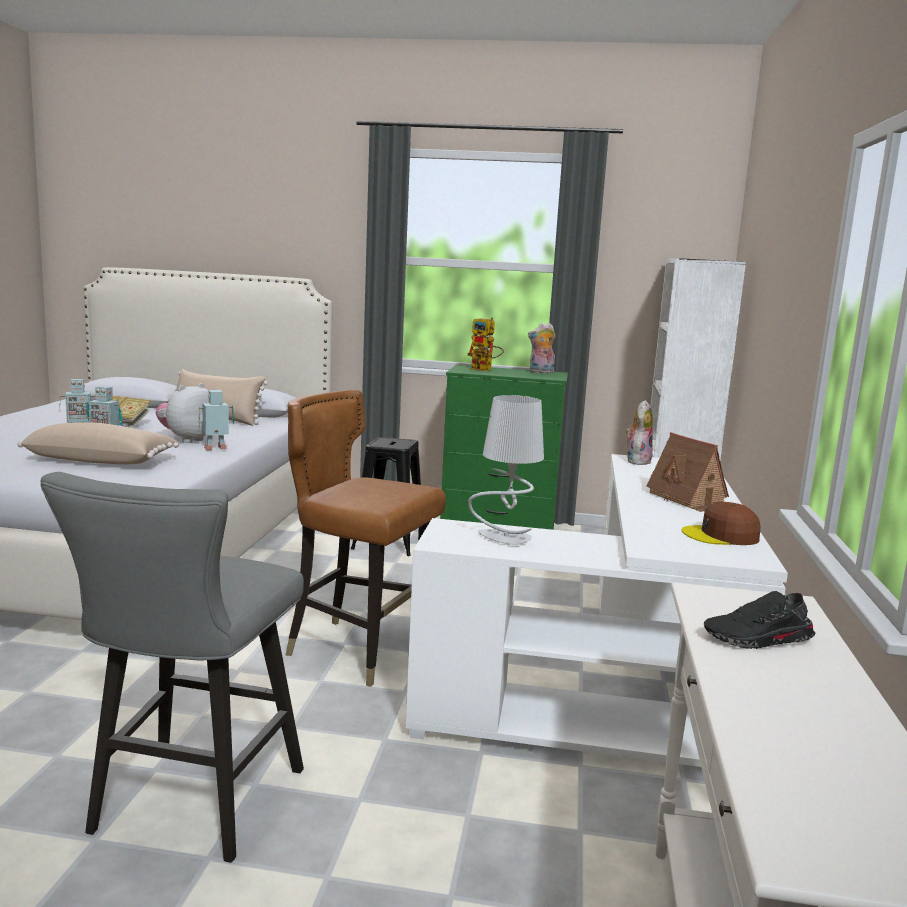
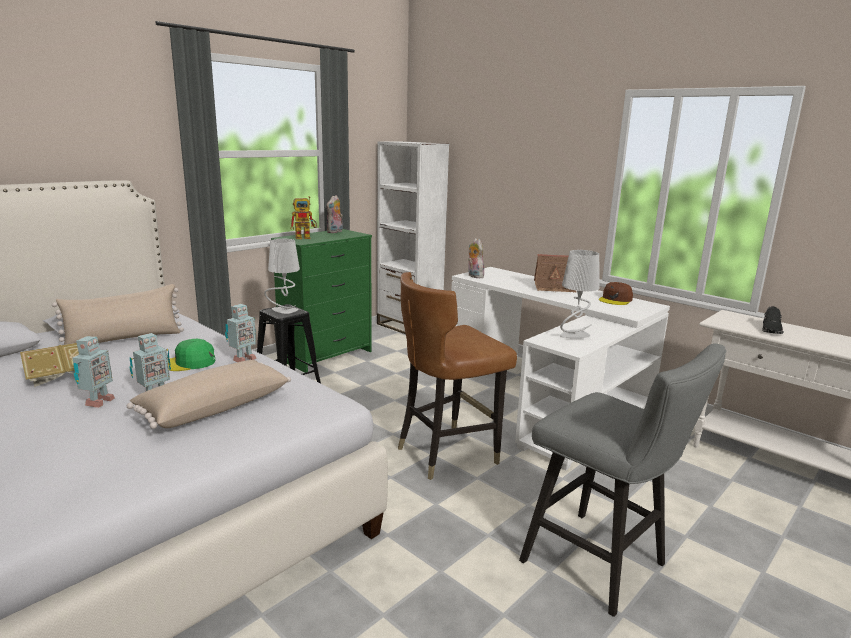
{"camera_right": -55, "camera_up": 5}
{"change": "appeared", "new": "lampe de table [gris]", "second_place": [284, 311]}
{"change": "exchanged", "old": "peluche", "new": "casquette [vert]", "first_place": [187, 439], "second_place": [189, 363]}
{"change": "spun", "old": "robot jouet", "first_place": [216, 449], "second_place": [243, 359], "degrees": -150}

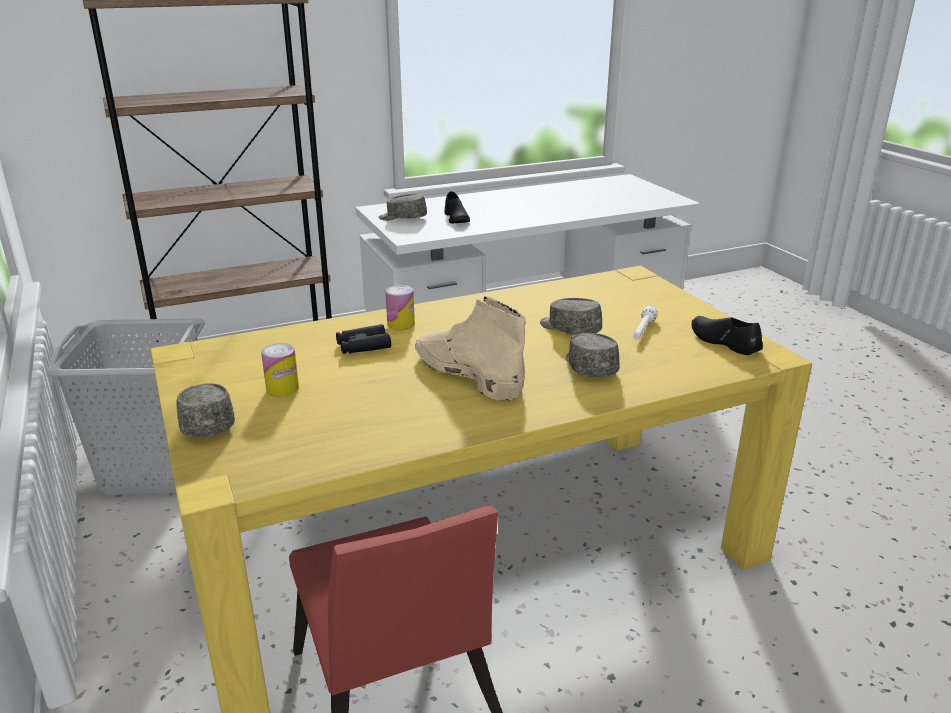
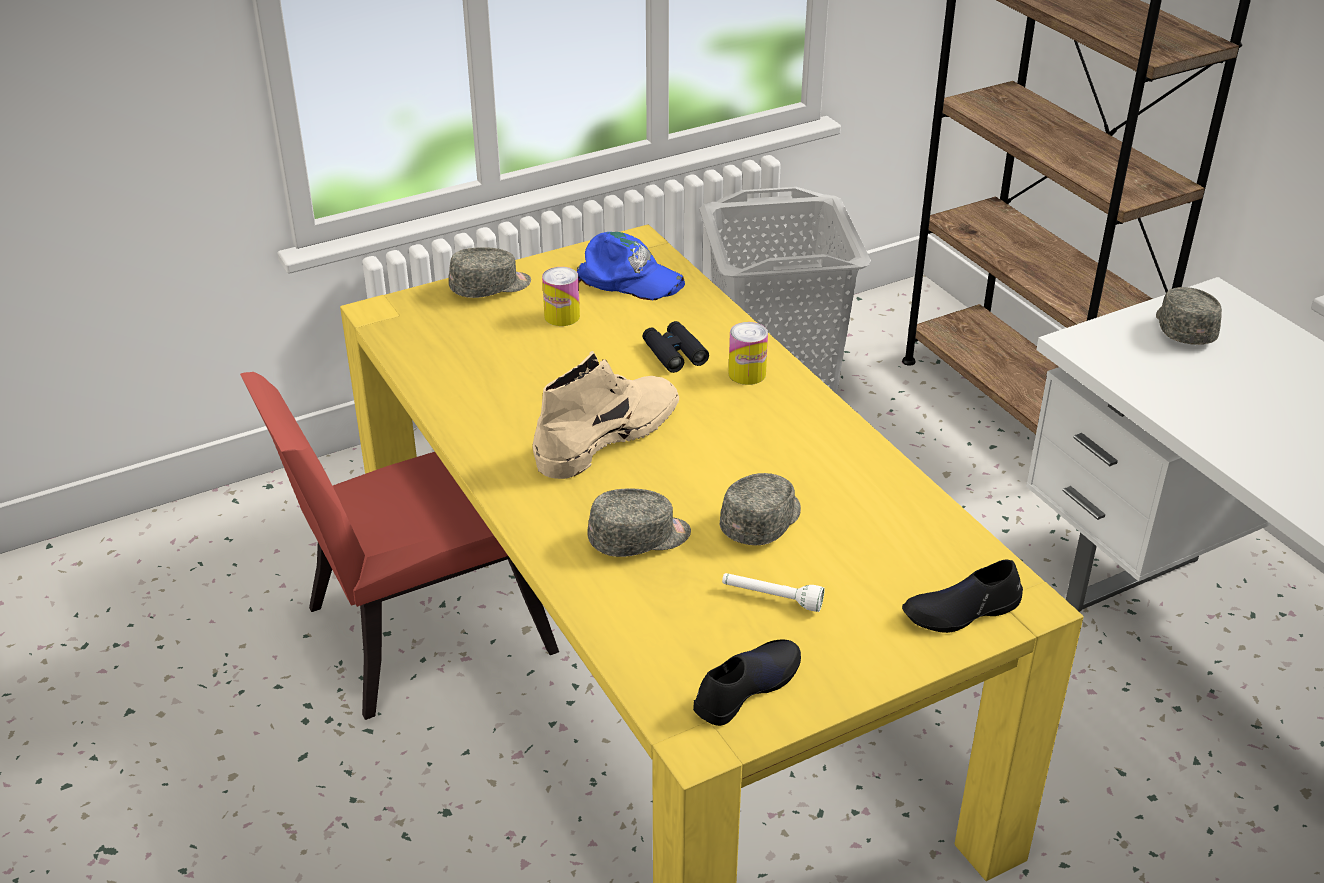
{"camera_right": 85, "camera_up": 10}
{"change": "appeared", "new": "casquette [bleu]", "second_place": [628, 279]}
{"change": "relocated", "old": "chaussure [noir]", "first_place": [456, 218], "second_place": [961, 611]}

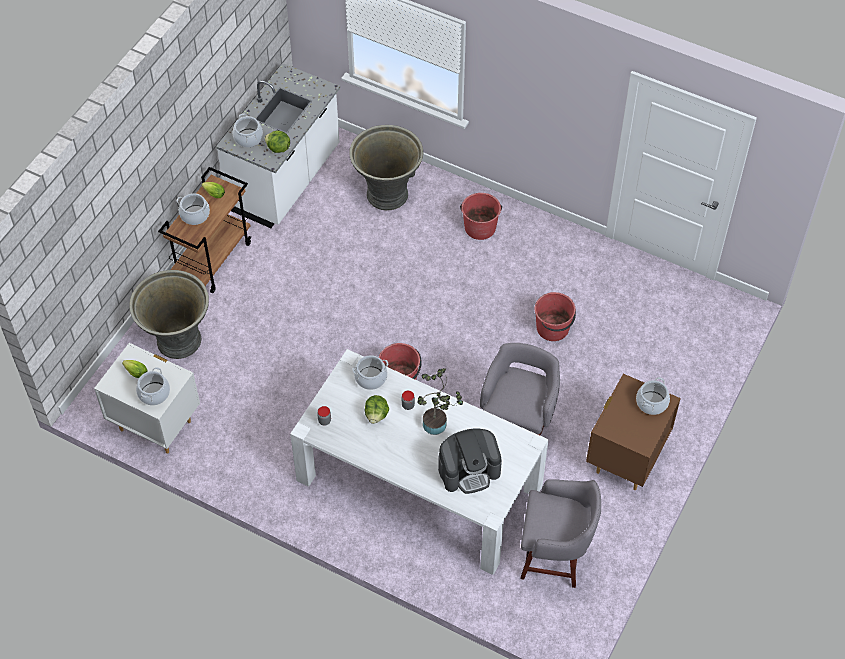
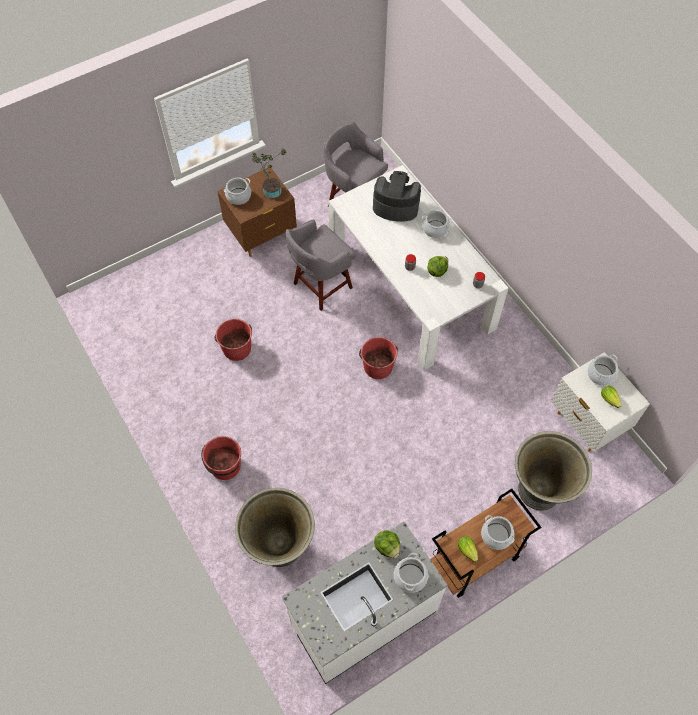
{"camera_right": -150, "camera_up": 5}
{"change": "relocated", "old": "marmite", "first_place": [370, 378], "second_place": [435, 229]}
{"change": "relocated", "old": "plante en pot", "first_place": [437, 424], "second_place": [270, 190]}

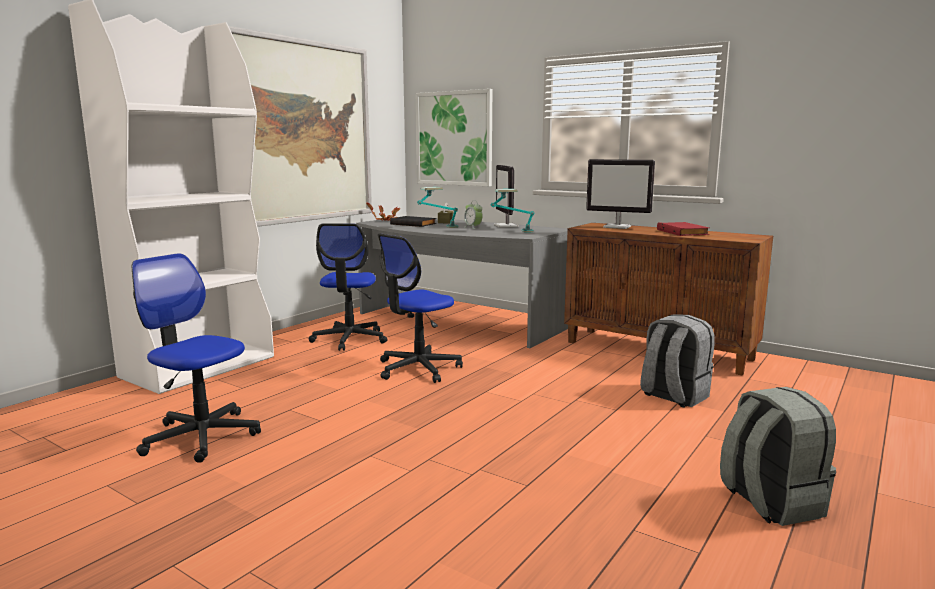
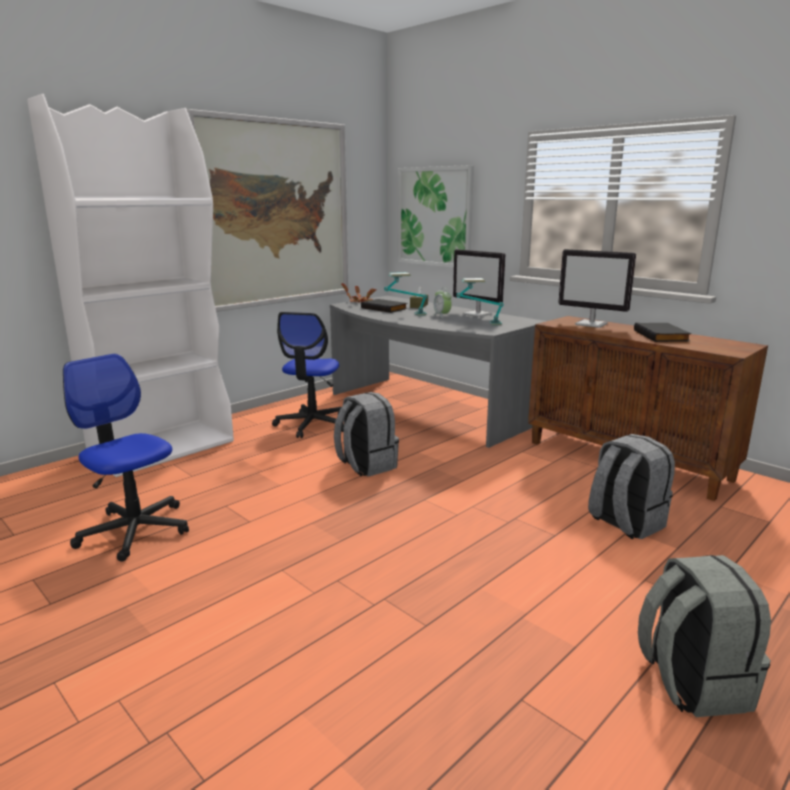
{"camera_right": 10, "camera_up": 5}
{"change": "exchanged", "old": "chaise de bureau", "new": "sac à dos [gris]", "first_place": [418, 368], "second_place": [365, 465]}
{"change": "colour", "old": "livre [rouge]", "new": "livre [noir]", "first_place": [683, 232], "second_place": [662, 336]}
{"change": "spun", "old": "écran d'ordinateur", "first_place": [506, 226], "second_place": [478, 314], "degrees": -45}

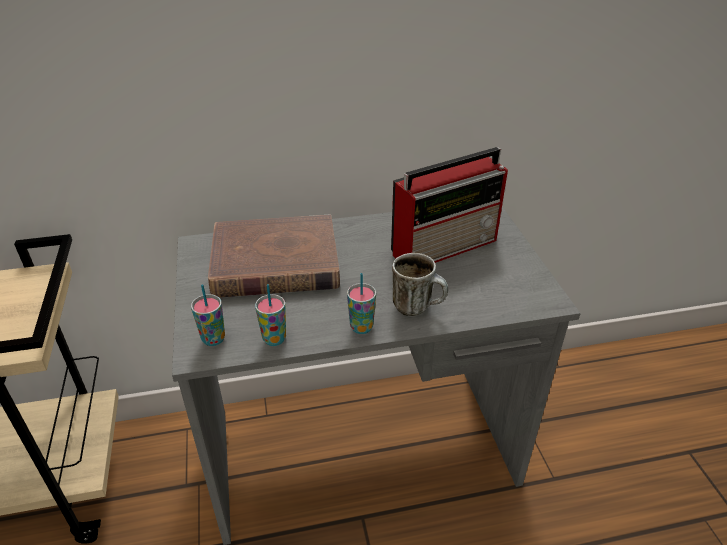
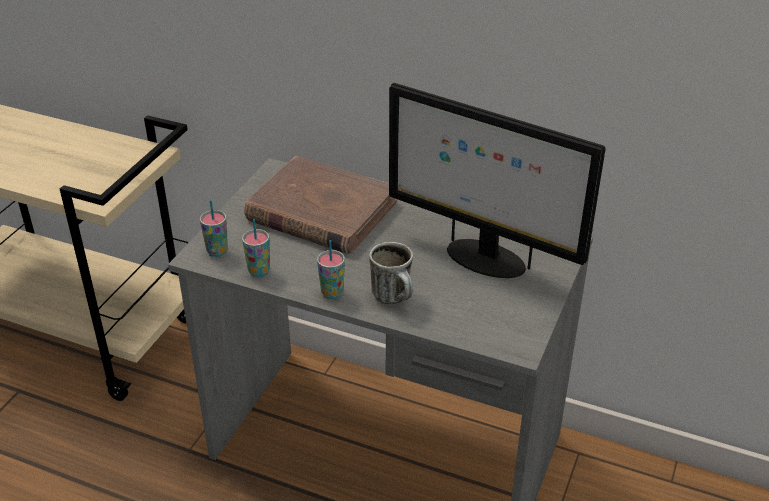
{"camera_right": 35, "camera_up": 0}
{"change": "exchanged", "old": "radio", "new": "écran d'ordinateur", "first_place": [446, 246], "second_place": [483, 259]}

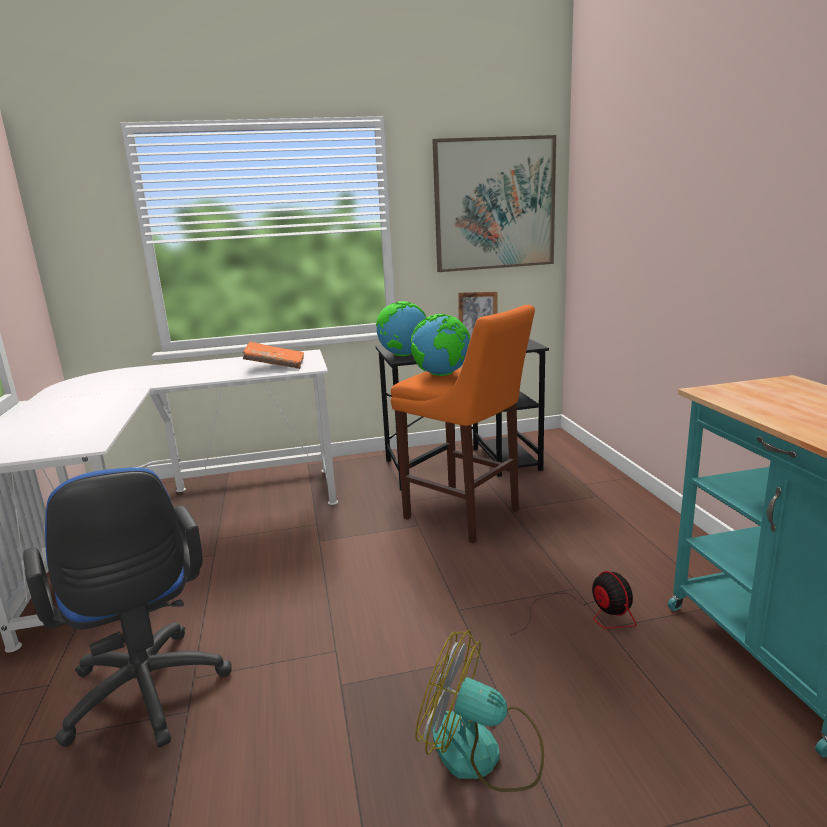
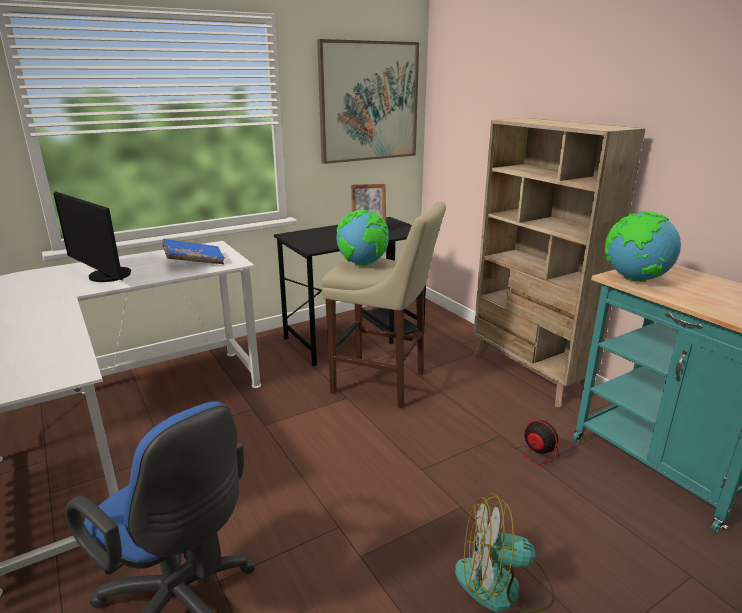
{"camera_right": -20, "camera_up": 5}
{"change": "appeared", "new": "écran d'ordinateur", "second_place": [105, 276]}
{"change": "appeared", "new": "bibliothèque [beige]", "second_place": [529, 374]}
{"change": "relocated", "old": "globe", "first_place": [403, 355], "second_place": [634, 279]}
{"change": "colour", "old": "livre [orange]", "new": "livre [bleu]", "first_place": [275, 366], "second_place": [194, 262]}
{"change": "colour", "old": "tabouret [orange]", "new": "tabouret [beige]", "first_place": [466, 516], "second_place": [383, 384]}

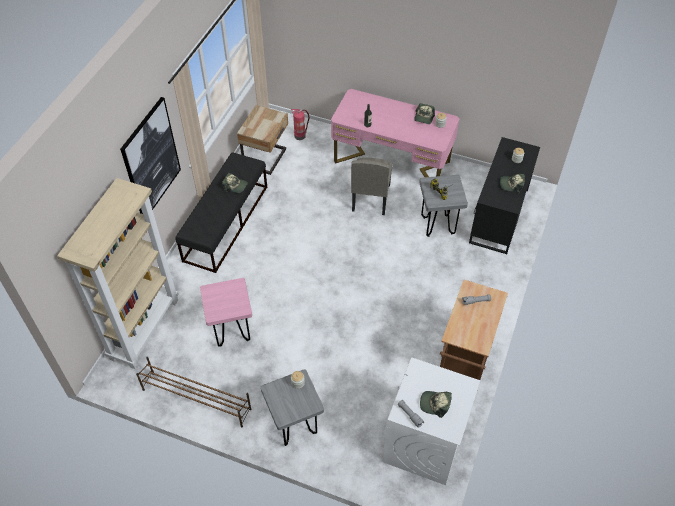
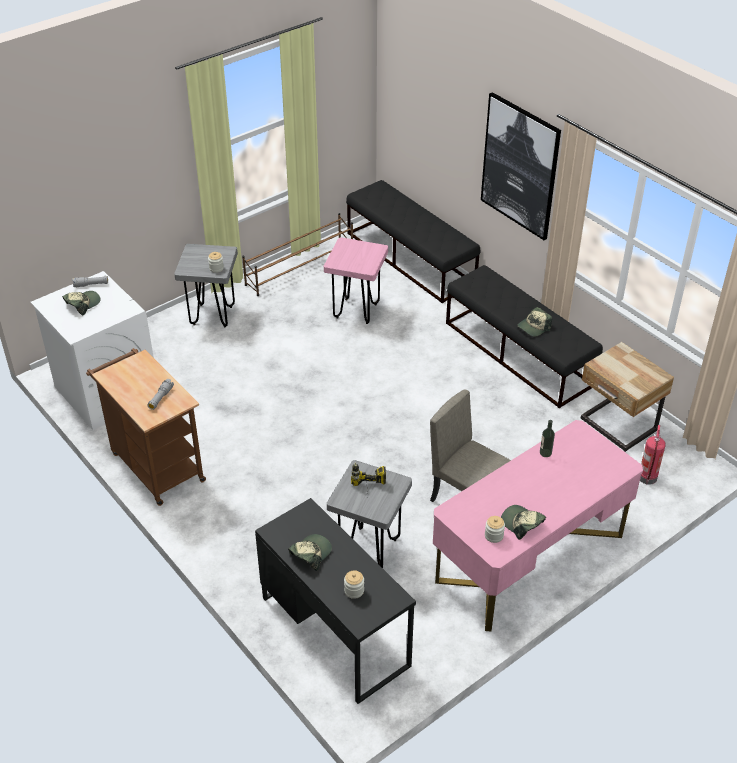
{"camera_right": 120, "camera_up": -10}
{"change": "exchanged", "old": "bibliothèque [beige]", "new": "banc [noir]", "first_place": [144, 328], "second_place": [410, 259]}

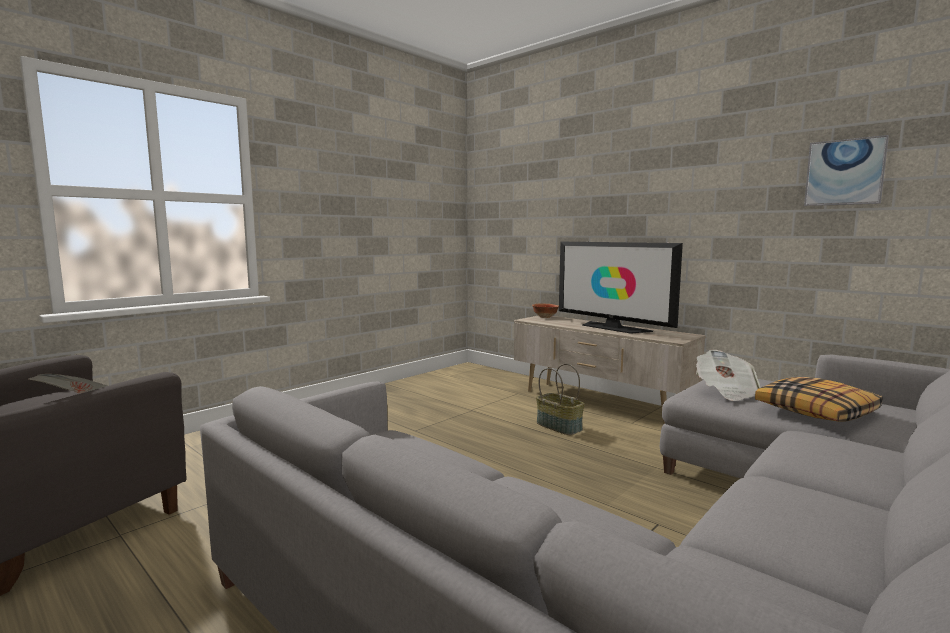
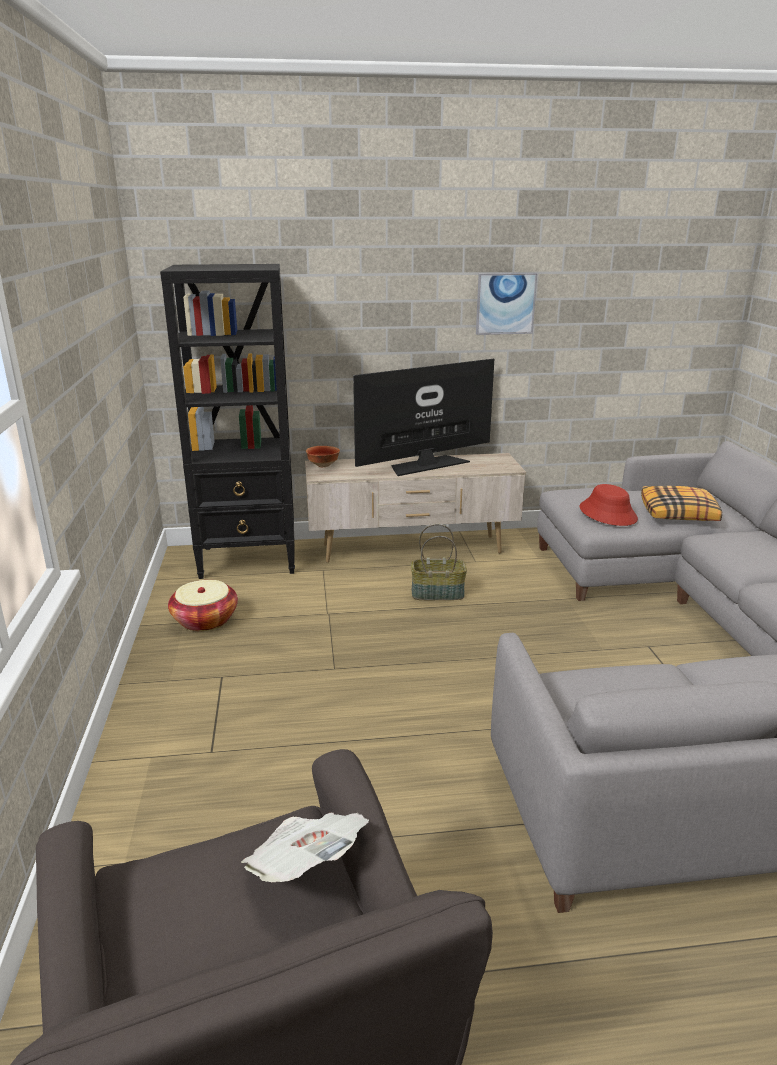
{"camera_right": -50, "camera_up": 15}
{"change": "appeared", "new": "bibliothèque [noir]", "second_place": [249, 560]}
{"change": "appeared", "new": "panier", "second_place": [205, 620]}
{"change": "relocated", "old": "tableau", "first_place": [844, 172], "second_place": [505, 303]}
{"change": "exchanged", "old": "journal", "new": "chapeau [rouge]", "first_place": [726, 391], "second_place": [608, 513]}
{"change": "spun", "old": "téléviseur", "first_place": [613, 328], "second_place": [426, 465], "degrees": 150}

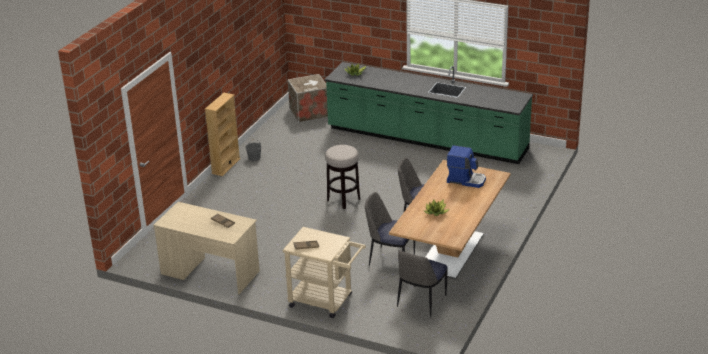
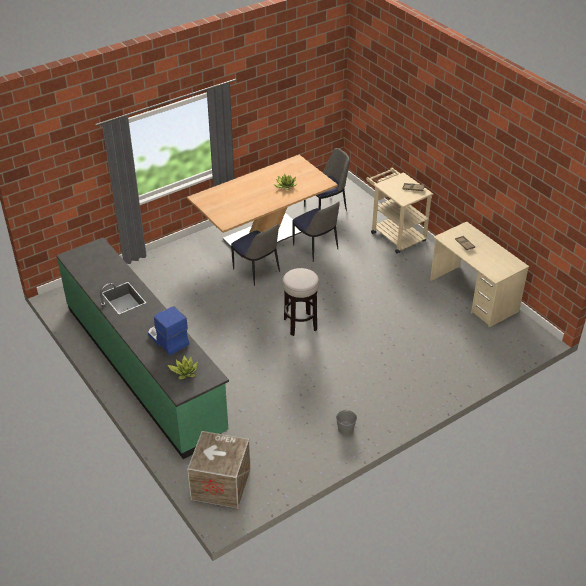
{"camera_right": -150, "camera_up": 10}
{"change": "missing", "old": "bibliothèque [beige]", "first_place": [226, 166]}
{"change": "relocated", "old": "machine à café", "first_place": [466, 180], "second_place": [167, 340]}

